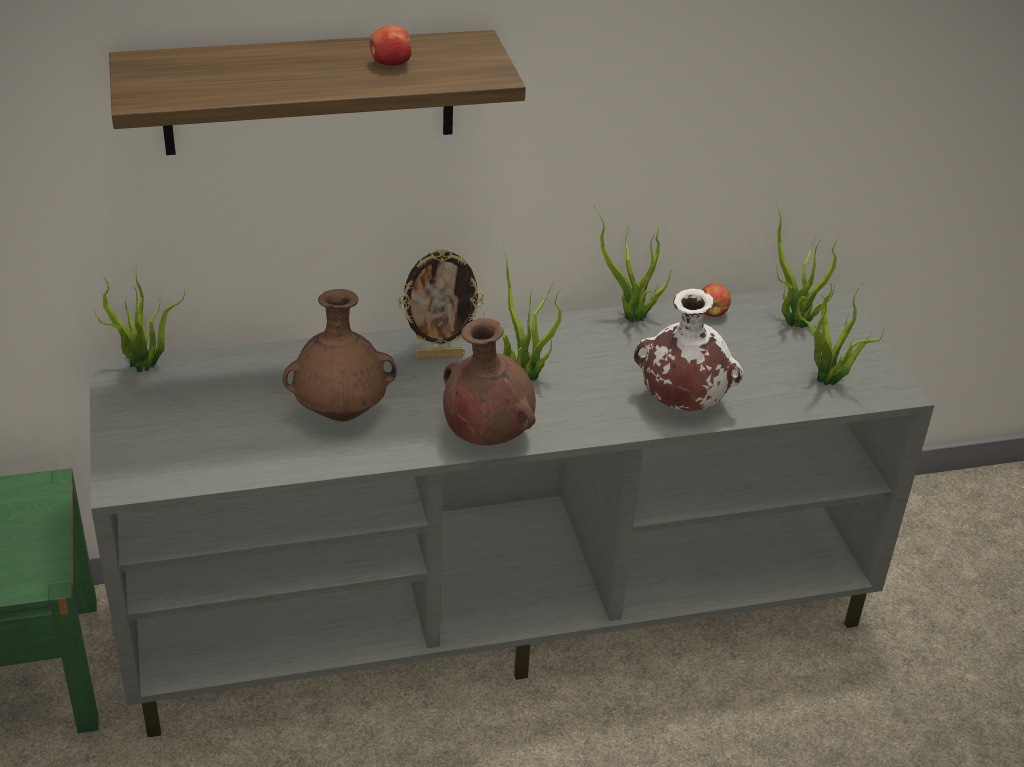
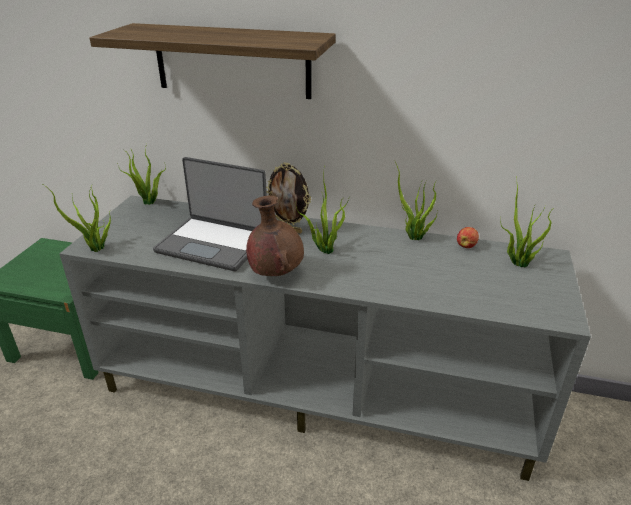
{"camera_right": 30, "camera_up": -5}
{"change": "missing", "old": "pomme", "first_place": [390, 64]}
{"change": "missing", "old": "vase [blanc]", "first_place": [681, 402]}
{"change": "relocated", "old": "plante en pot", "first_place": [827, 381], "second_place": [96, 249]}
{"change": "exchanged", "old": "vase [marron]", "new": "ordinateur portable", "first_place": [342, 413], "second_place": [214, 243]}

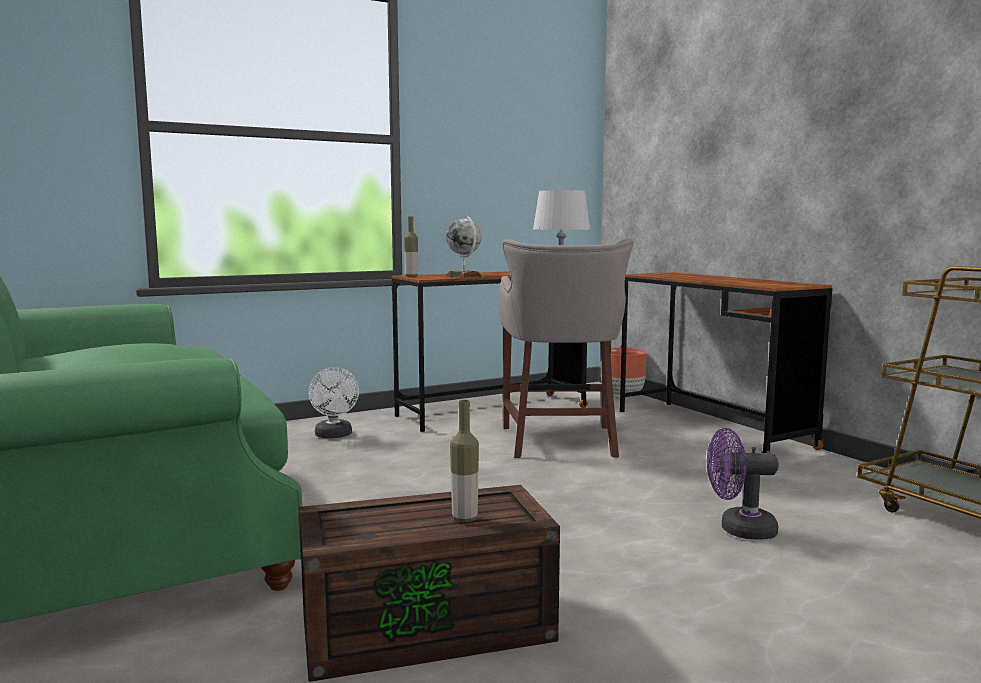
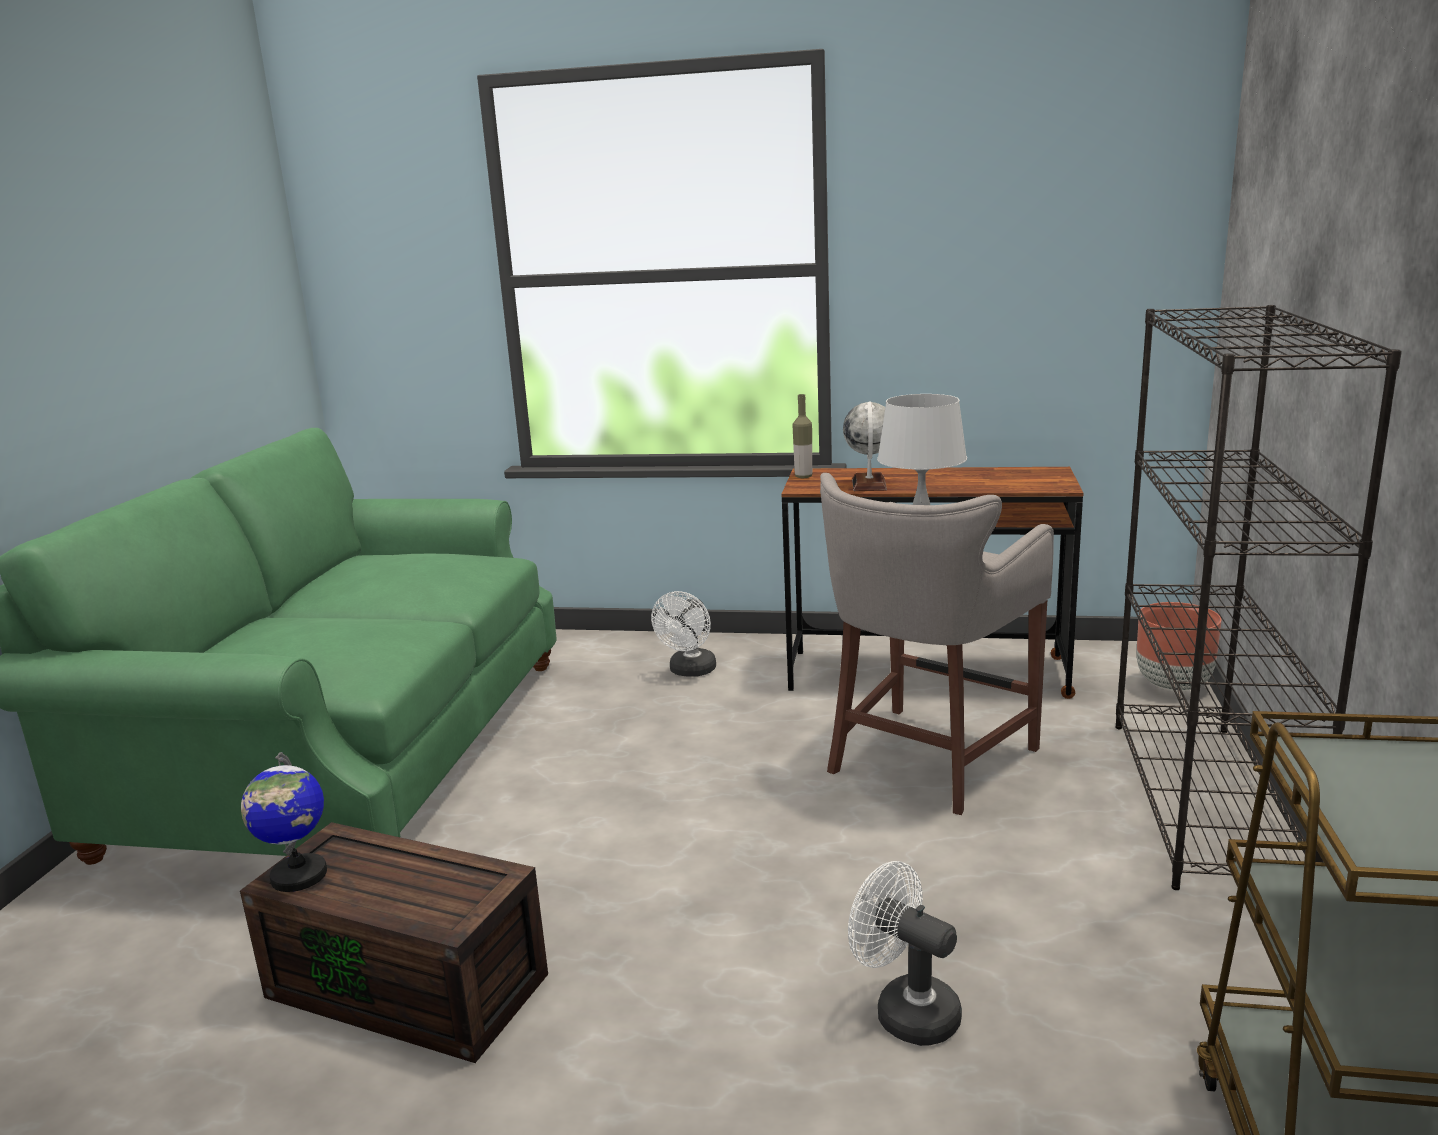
{"camera_right": 40, "camera_up": 10}
{"change": "missing", "old": "bouteille", "first_place": [464, 519]}
{"change": "appeared", "new": "globe", "second_place": [298, 876]}
{"change": "exchanged", "old": "bureau [marron]", "new": "bibliothèque [noir]", "first_place": [711, 429], "second_place": [1204, 801]}
{"change": "colour", "old": "ventilateur [violet]", "new": "ventilateur [blanc]", "first_place": [739, 530], "second_place": [905, 1011]}

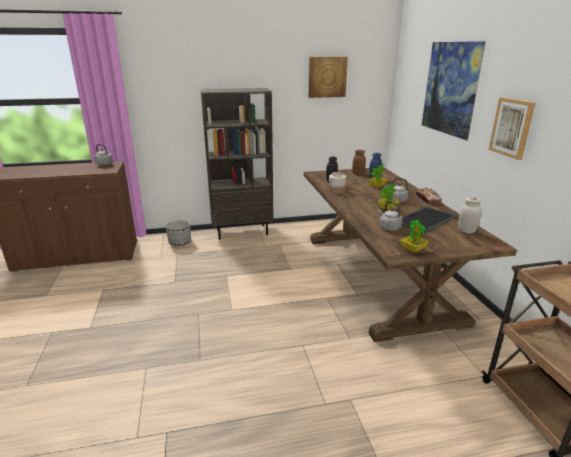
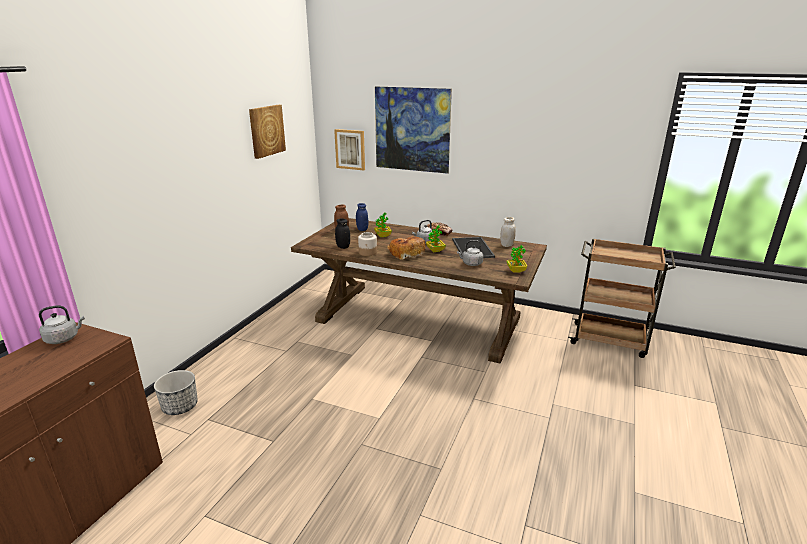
{"camera_right": -55, "camera_up": 0}
{"change": "missing", "old": "bibliothèque [marron]", "first_place": [242, 232]}
{"change": "appeared", "new": "pain", "second_place": [406, 253]}
{"change": "relocated", "old": "tableau", "first_place": [512, 127], "second_place": [350, 149]}

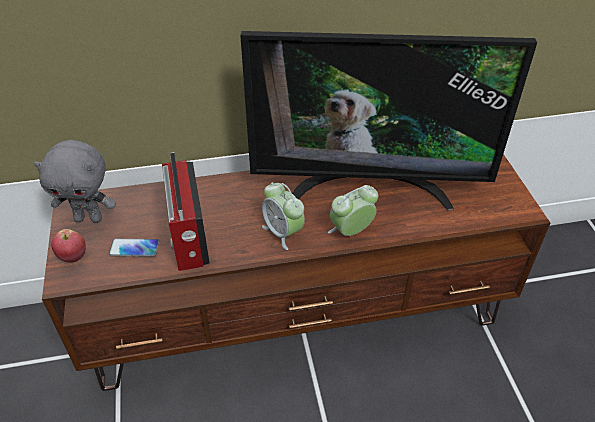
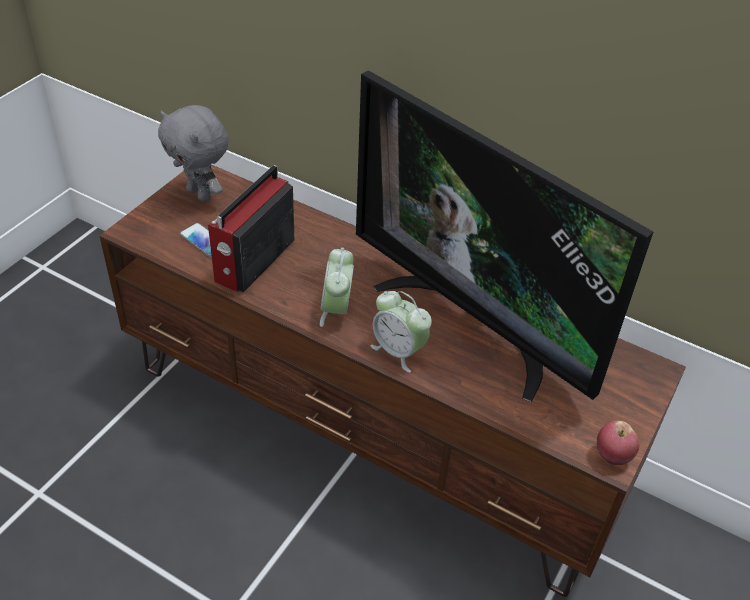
{"camera_right": 40, "camera_up": 0}
{"change": "relocated", "old": "pomme", "first_place": [73, 256], "second_place": [612, 456]}
{"change": "spun", "old": "réveil", "first_place": [351, 231], "second_place": [398, 351], "degrees": -150}

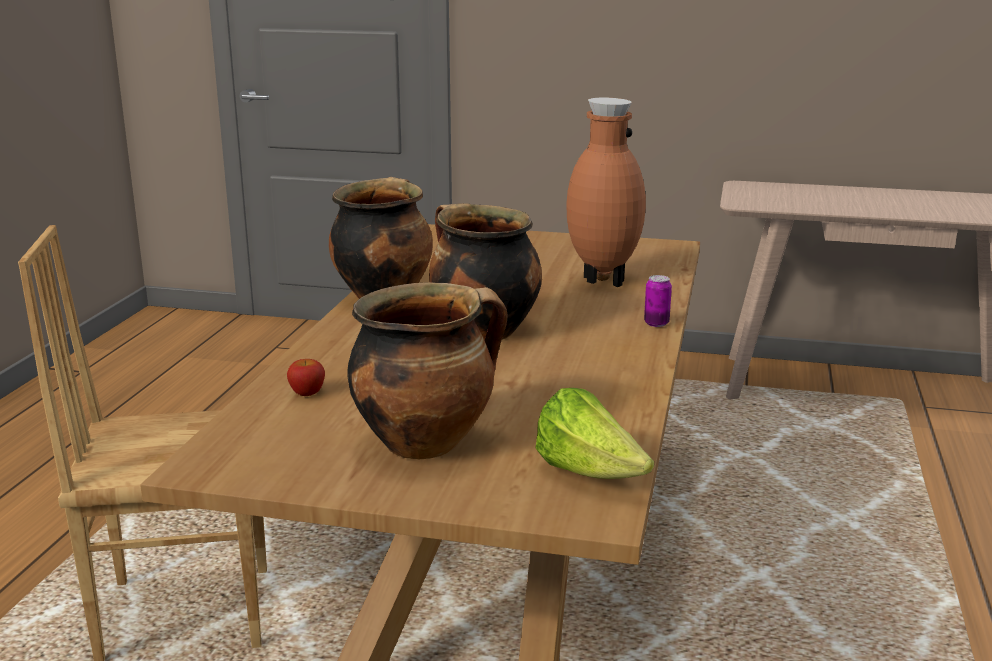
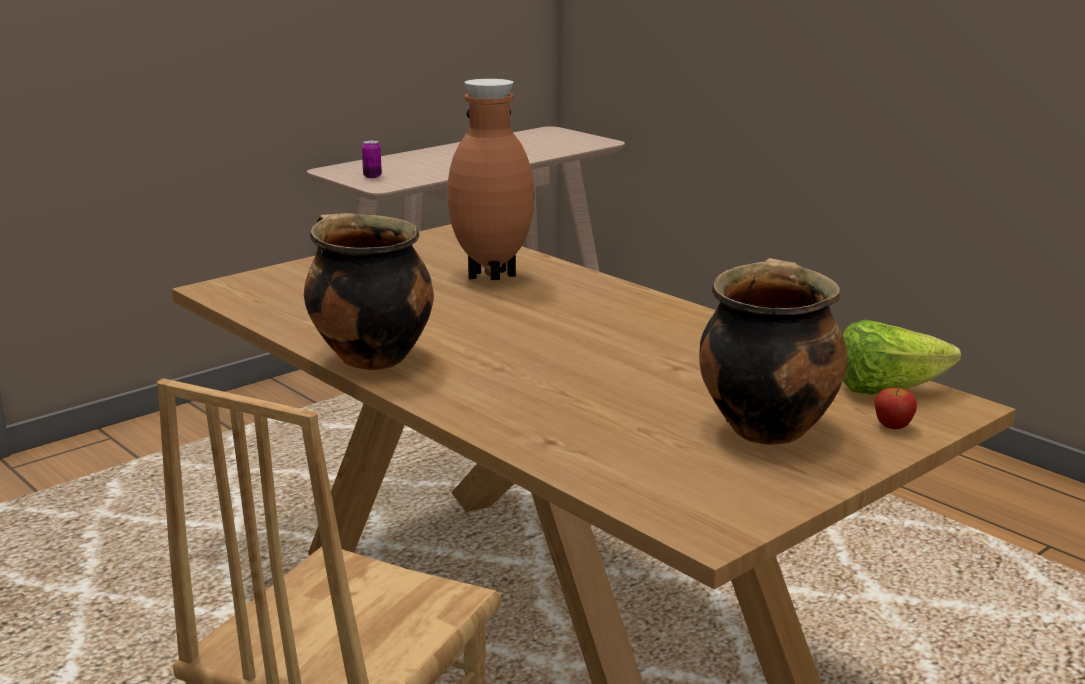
{"camera_right": -55, "camera_up": 0}
{"change": "missing", "old": "marmite", "first_place": [482, 331]}
{"change": "relocated", "old": "pomme", "first_place": [307, 393], "second_place": [893, 426]}
{"change": "relocated", "old": "boîte métallique", "first_place": [656, 323], "second_place": [372, 176]}

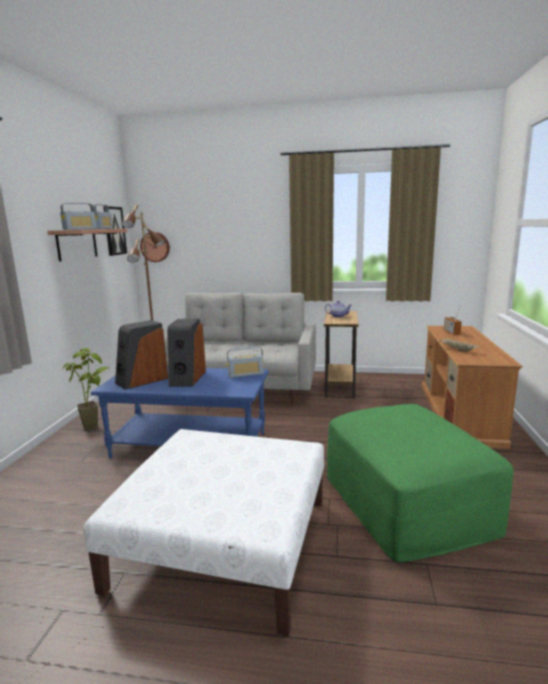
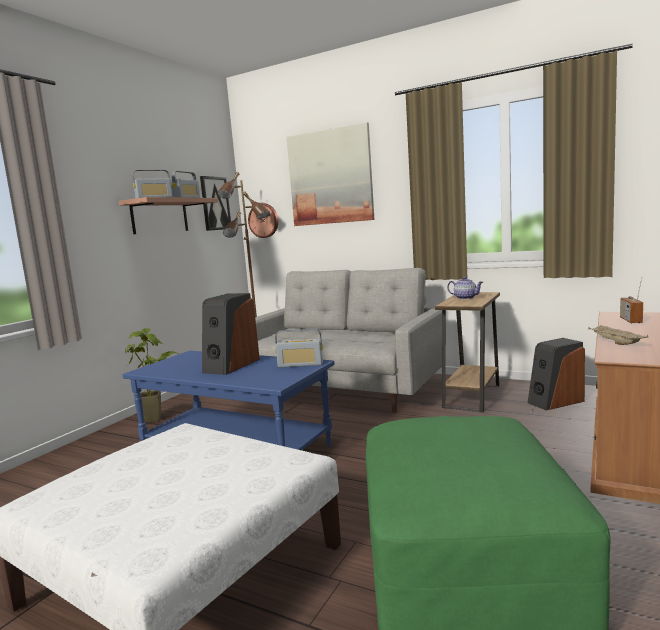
{"camera_right": 20, "camera_up": -5}
{"change": "appeared", "new": "tableau", "second_place": [330, 177]}
{"change": "relocated", "old": "enceinte", "first_place": [142, 380], "second_place": [555, 401]}

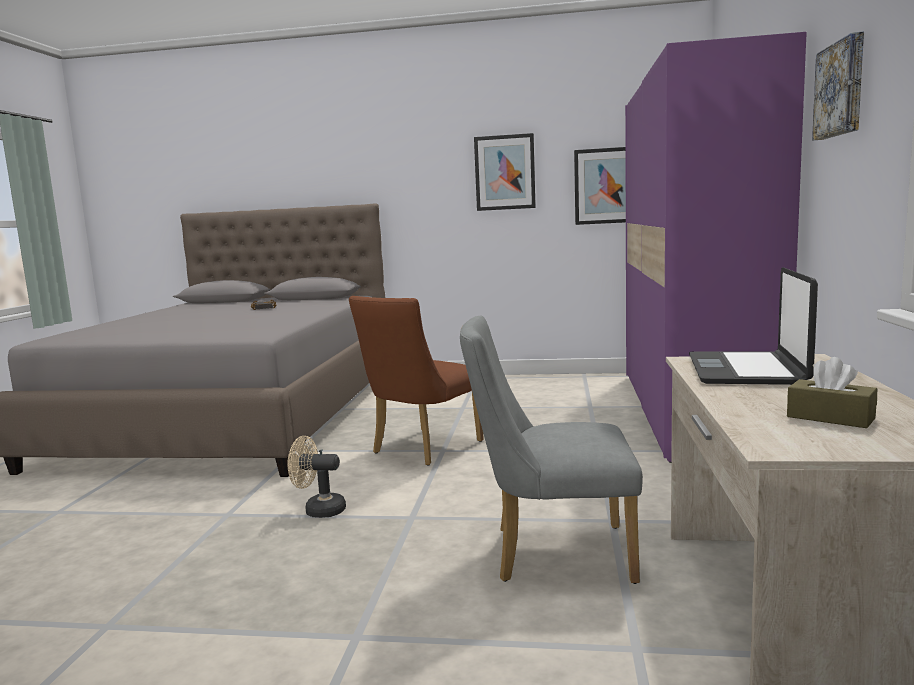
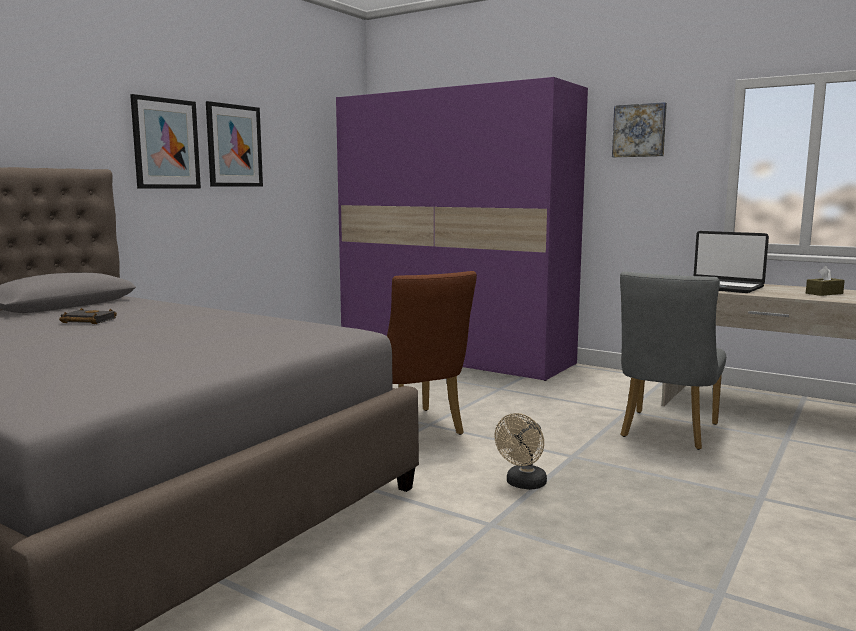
{"camera_right": -65, "camera_up": 0}
{"change": "relocated", "old": "tableau", "first_place": [605, 186], "second_place": [166, 143]}

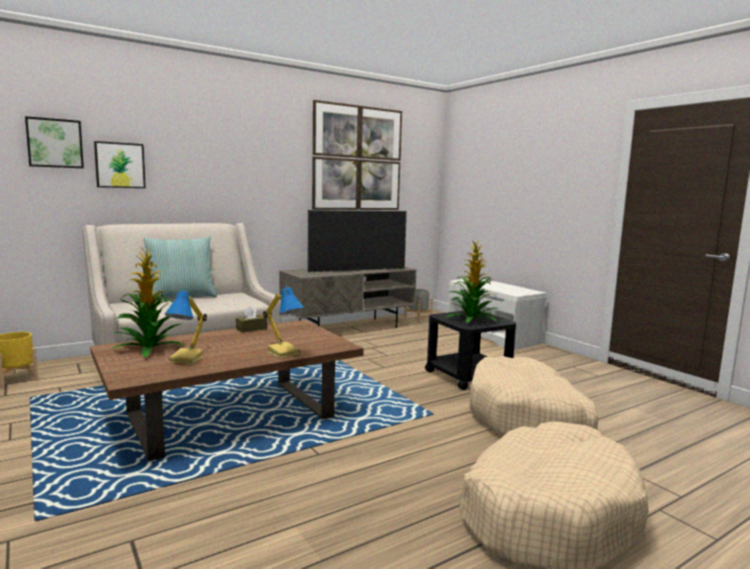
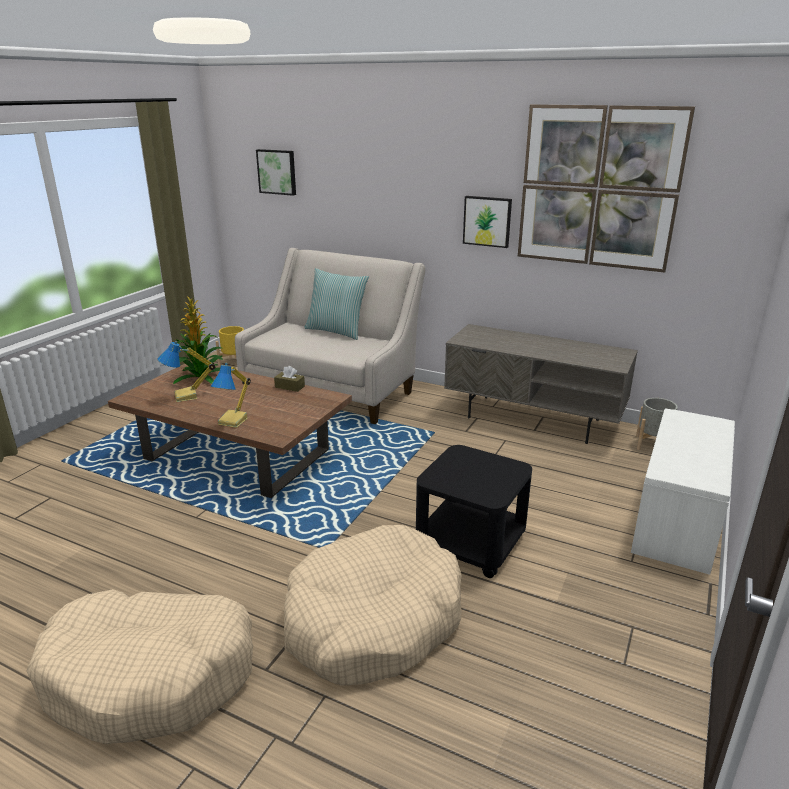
{"camera_right": 60, "camera_up": 15}
{"change": "missing", "old": "téléviseur", "first_place": [357, 270]}
{"change": "missing", "old": "plante en pot", "first_place": [471, 319]}
{"change": "relocated", "old": "tableau", "first_place": [120, 165], "second_place": [487, 221]}

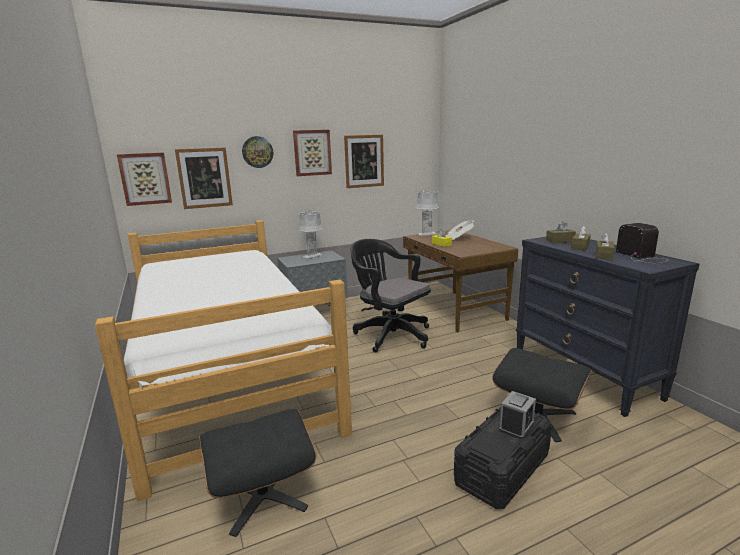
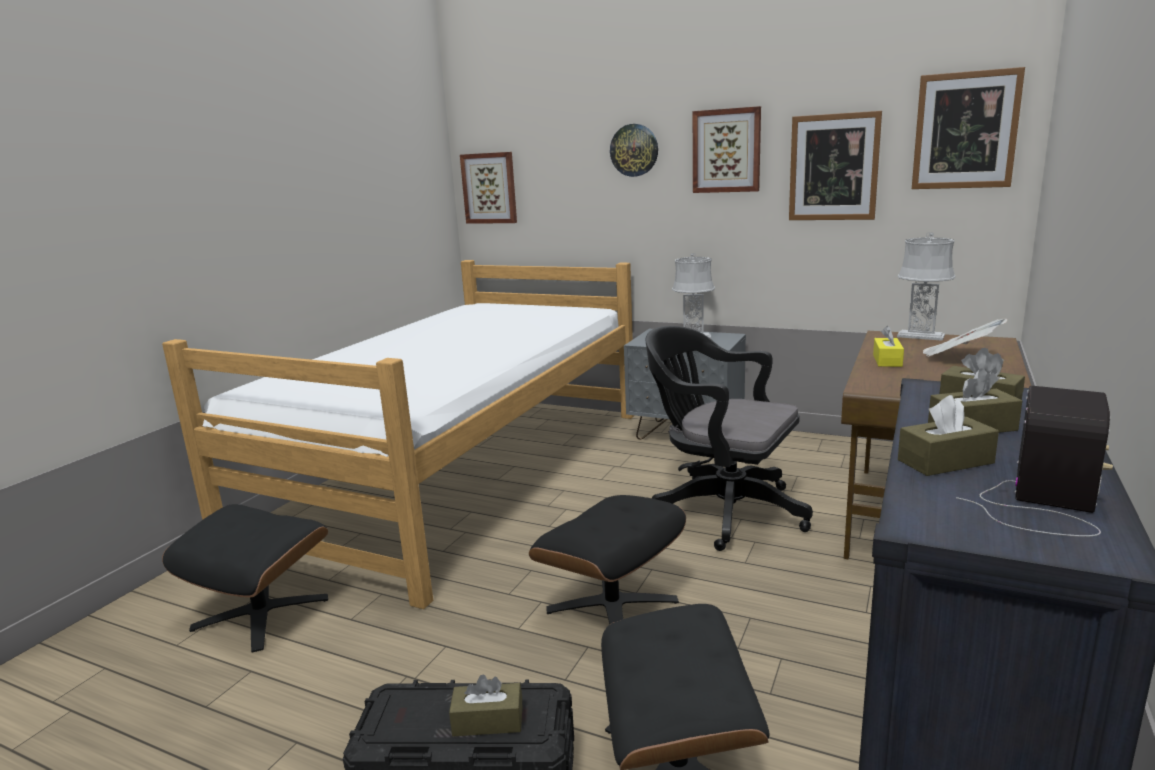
{"camera_right": 50, "camera_up": 0}
{"change": "appeared", "new": "pouf [noir]", "second_place": [612, 606]}
{"change": "relocated", "old": "tableau", "first_place": [204, 178], "second_place": [965, 131]}
{"change": "exchanged", "old": "réveil", "new": "boîte à mouchoirs [marron]", "first_place": [516, 426], "second_place": [488, 721]}
{"change": "spun", "old": "chaise de bureau [noir]", "first_place": [390, 334], "second_place": [722, 510], "degrees": -60}

